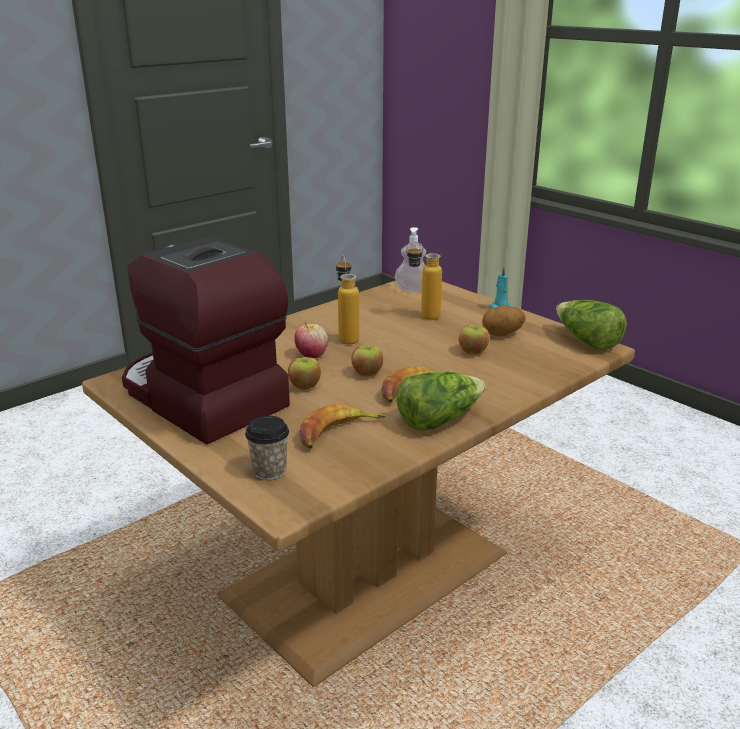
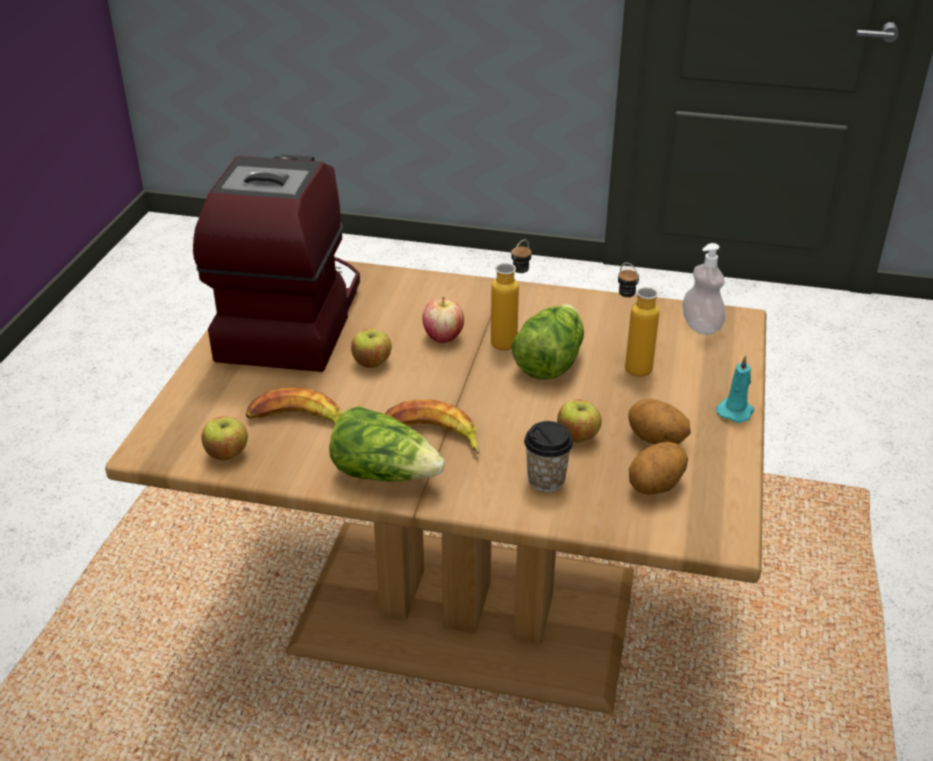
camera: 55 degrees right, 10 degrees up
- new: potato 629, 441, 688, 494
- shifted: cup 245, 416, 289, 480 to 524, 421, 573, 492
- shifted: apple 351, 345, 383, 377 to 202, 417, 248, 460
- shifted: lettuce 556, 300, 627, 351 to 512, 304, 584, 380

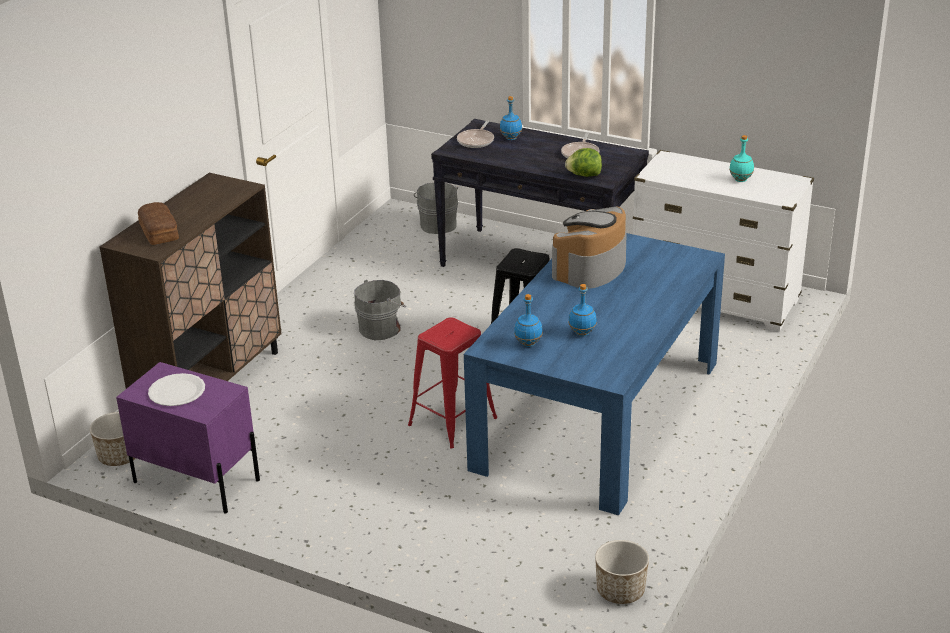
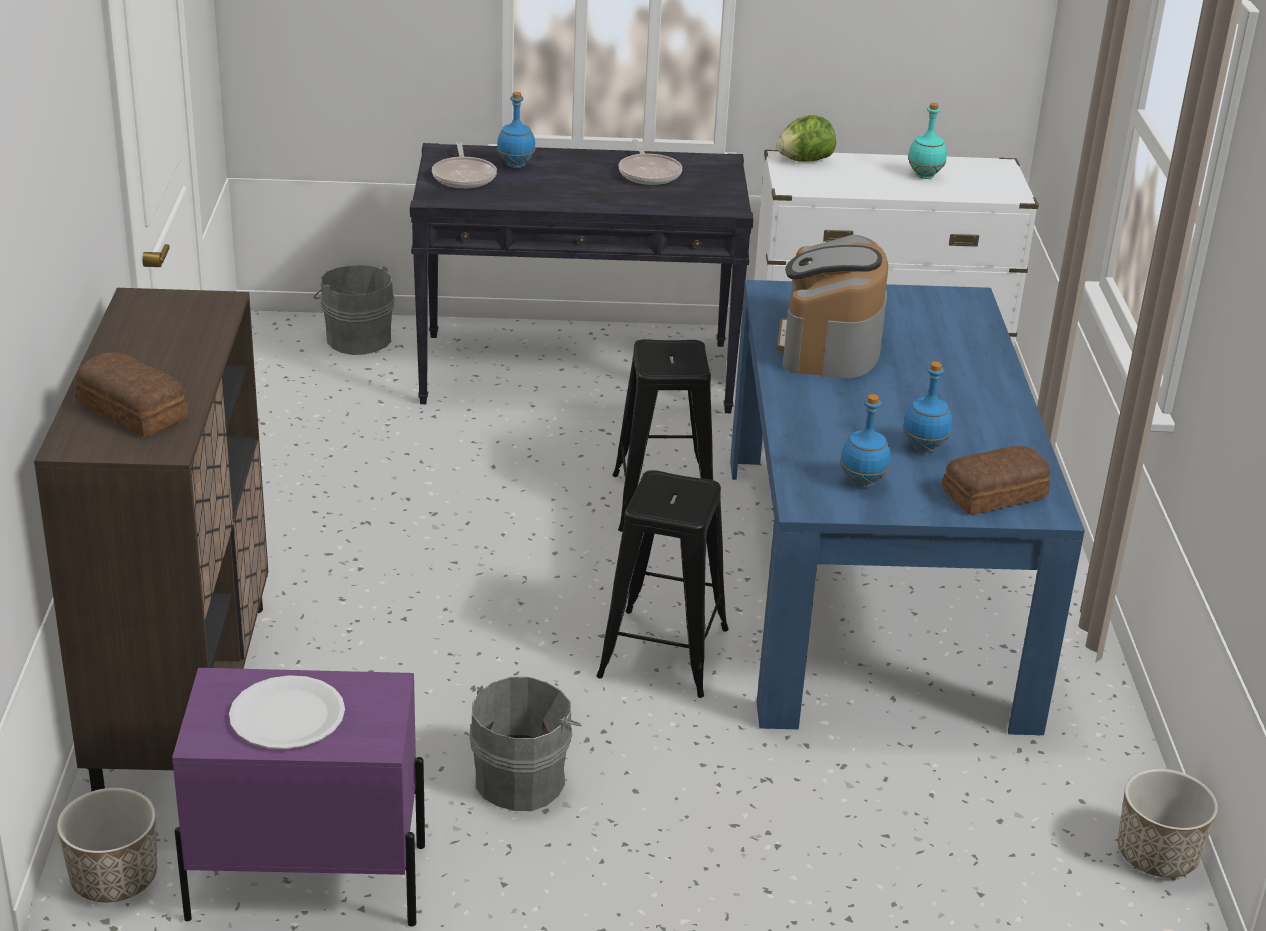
camera: 30 degrees left, 0 degrees up
- new: bread 942, 446, 1050, 515
- shifted: grey bucket 354, 280, 406, 340 to 470, 677, 581, 811
- shifted: lettuce 565, 148, 602, 177 to 777, 115, 836, 162
- repainted: red stool 408, 317, 497, 448 to black stool 596, 470, 729, 698

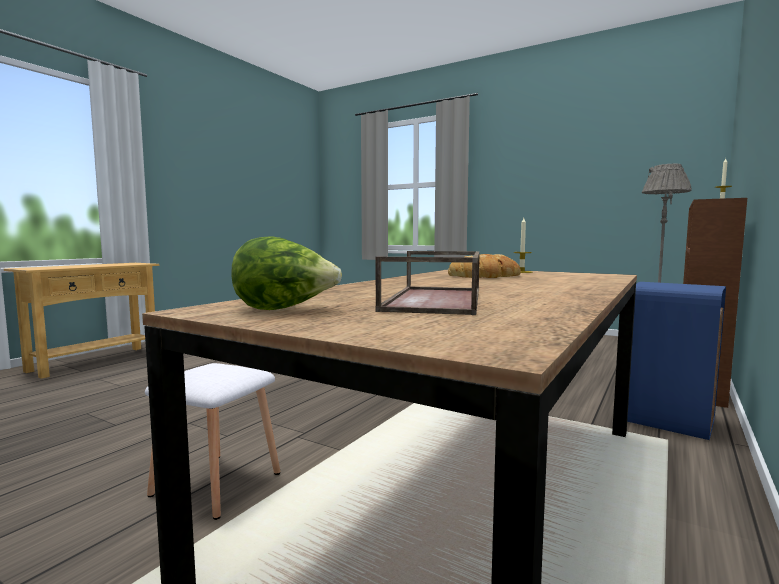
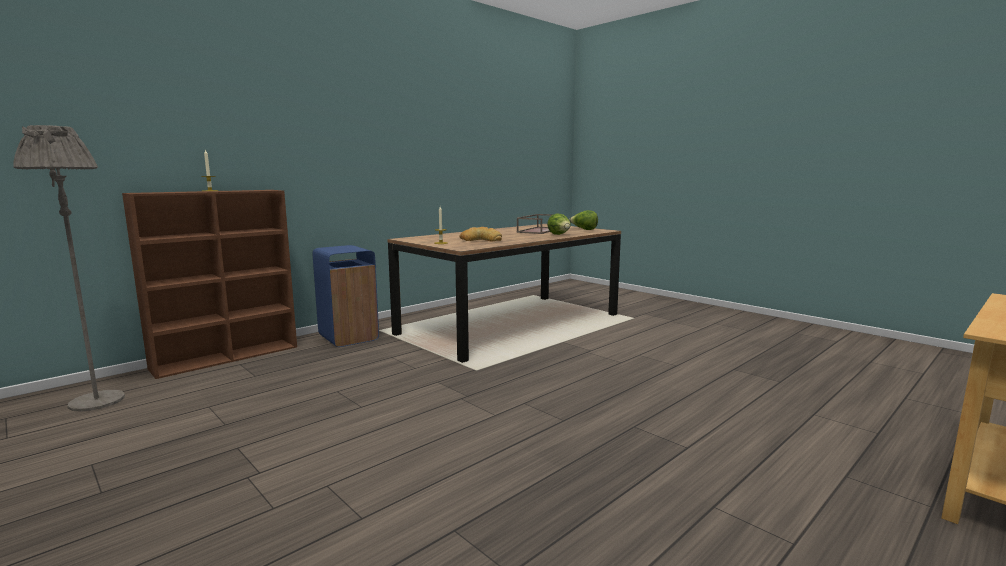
camera: 165 degrees left, 5 degrees up
- gone: white stool 145, 363, 280, 520
- new: lettuce 547, 214, 571, 235

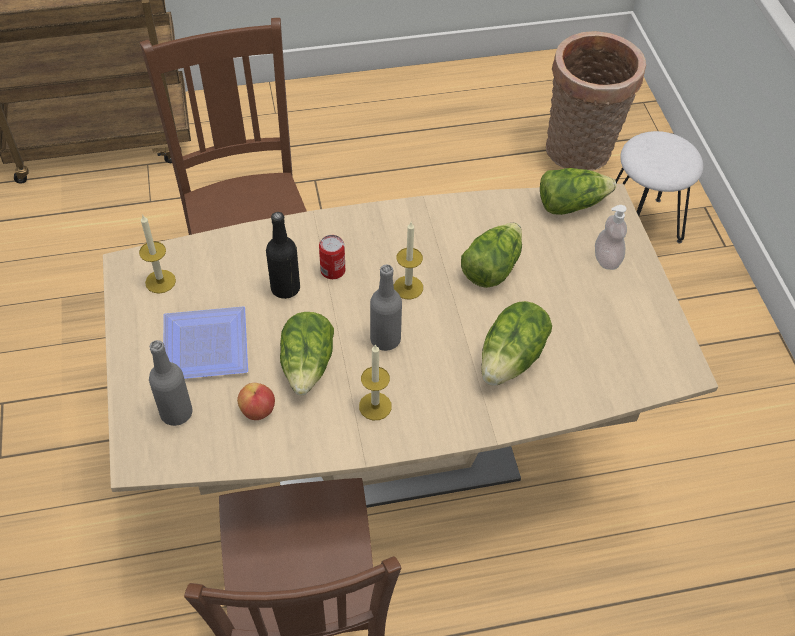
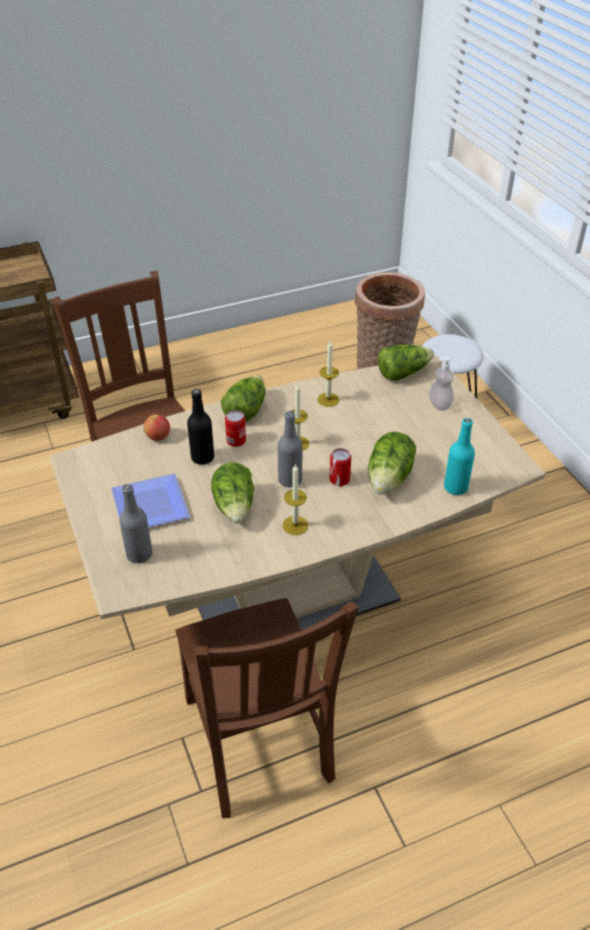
camera: 10 degrees left, 10 degrees down
- new: can 330, 448, 351, 486
- new: turquoise bottle 444, 418, 475, 495
- shifted: candle 139, 215, 176, 294 to 317, 341, 339, 407
- shifted: apple 237, 383, 275, 420 to 144, 414, 170, 441
- shifted: lettuce 461, 223, 522, 288 to 221, 375, 265, 422

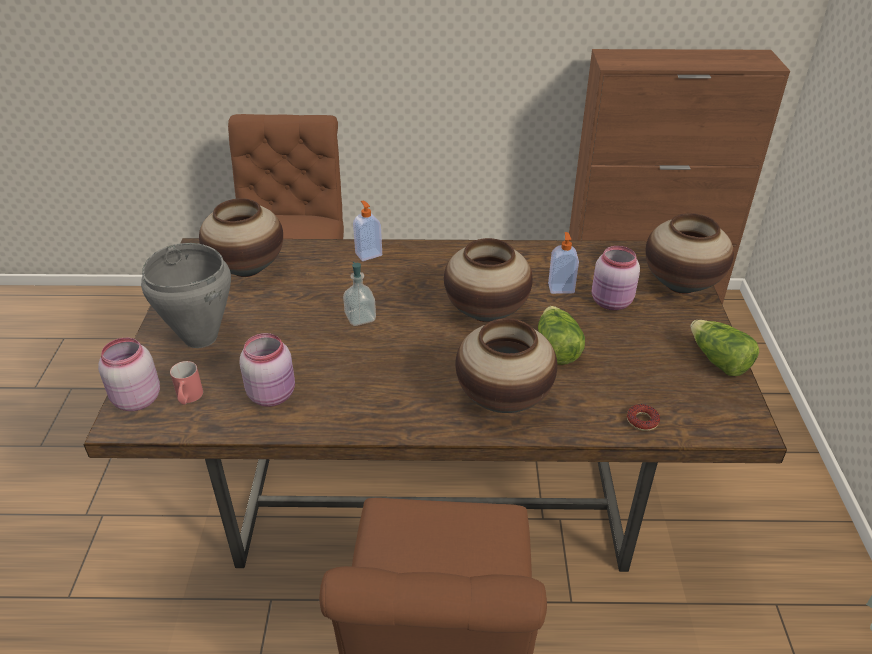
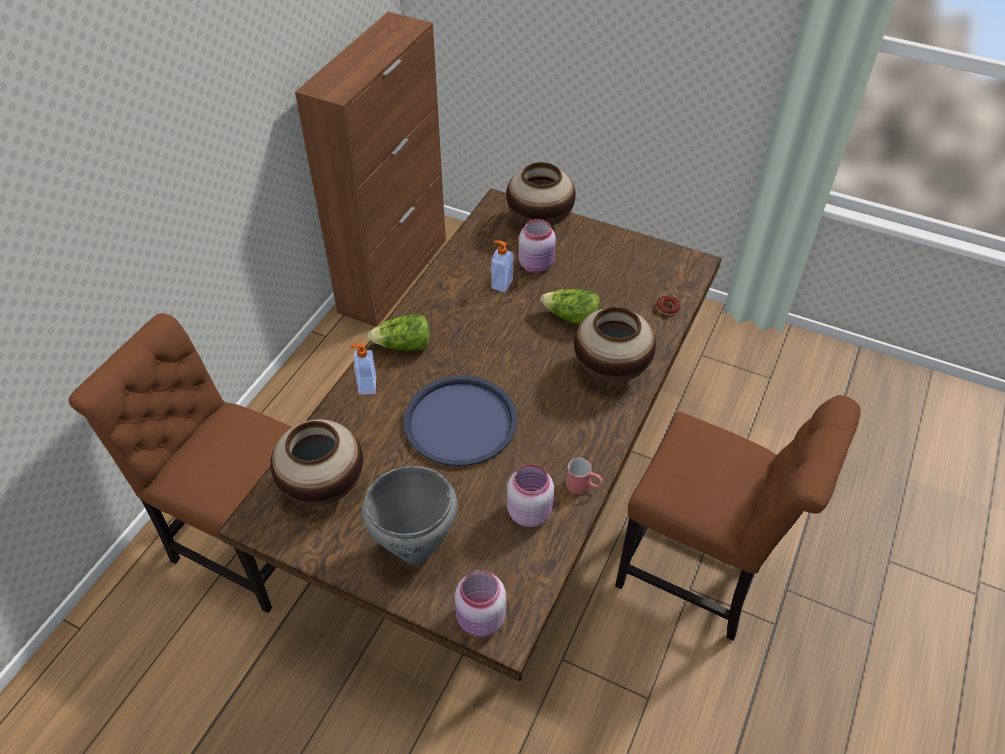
camera: 65 degrees left, 10 degrees up
- gone: vase 444, 238, 533, 322
- shifted: red mug 170, 361, 203, 405 to 566, 458, 603, 494
- shifted: lettuce 690, 320, 759, 376 to 367, 314, 430, 351
- swapped: soap dispenser 343, 262, 376, 326 to blue tray 404, 376, 517, 466

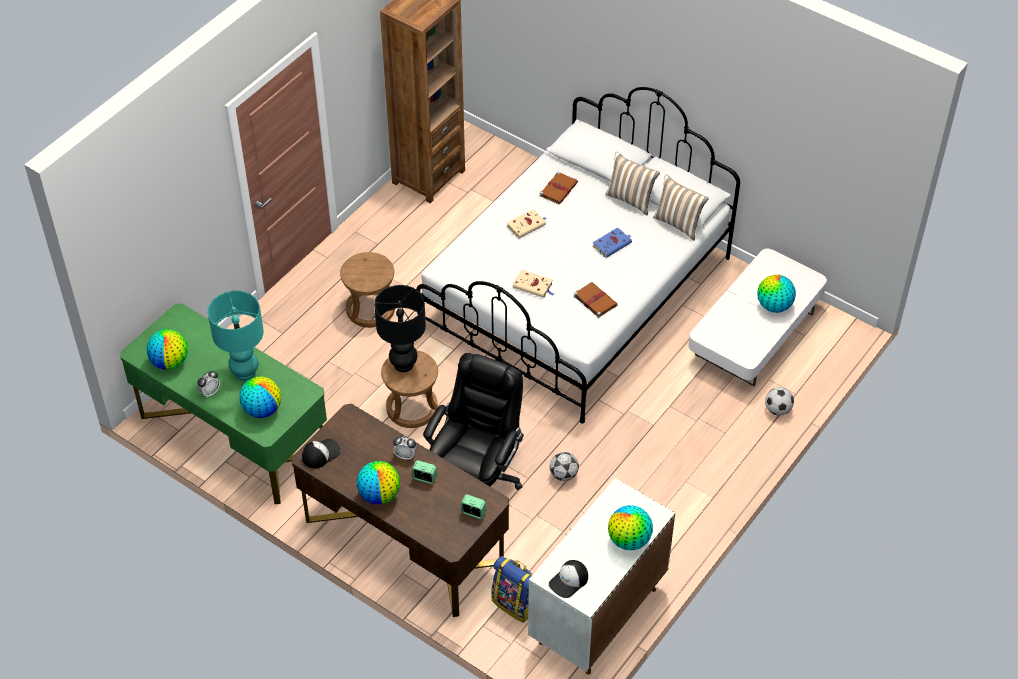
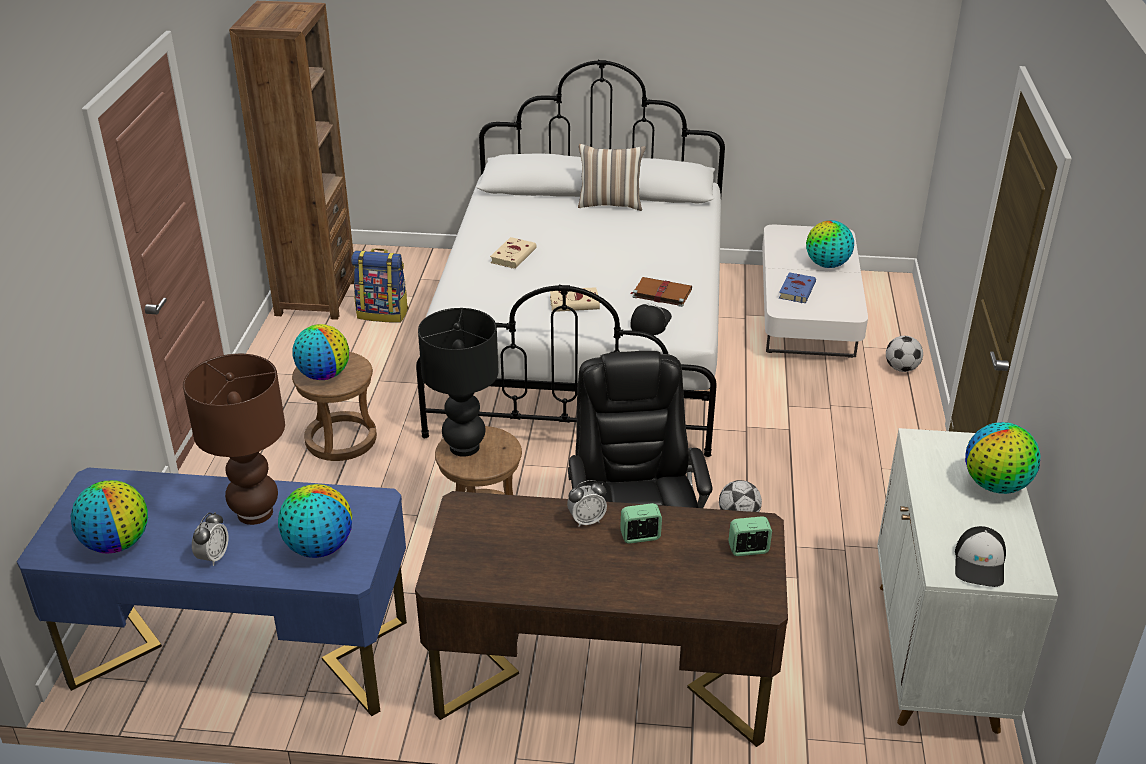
camera: 30 degrees left, 15 degrees down
- gone: brown book 540, 172, 578, 204
- gone: pillow 653, 175, 709, 241
- shifted: cap 302, 439, 341, 468 to 630, 303, 672, 335
- shifted: globe 357, 461, 400, 504 to 292, 324, 349, 380
- shifted: backpack 491, 556, 533, 623 to 351, 248, 409, 323
- shifted: blue book 593, 227, 632, 258 to 779, 272, 816, 303
- repainted: green desk 120, 303, 327, 504 to blue desk 17, 467, 407, 716
- repainted: turquoise table lamp 208, 291, 264, 381 to brown table lamp 183, 354, 285, 525

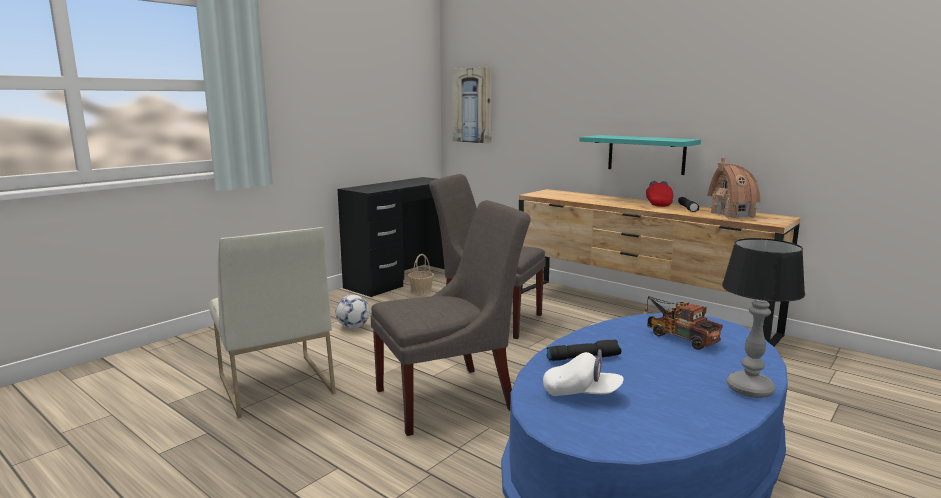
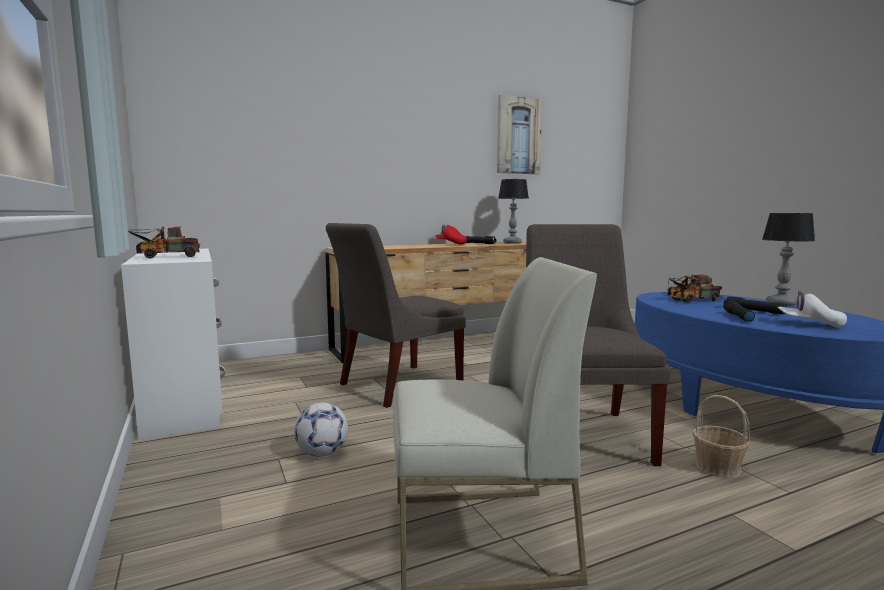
camera: 65 degrees left, 5 degrees down
- gone: turquoise shelf 579, 135, 701, 175
- new: toy truck 128, 226, 201, 259
- new: black flashlight 724, 296, 787, 314
- shifted: basket 408, 254, 434, 295 to 692, 395, 750, 478
- shifted: picture 452, 67, 492, 144 to 497, 95, 542, 174
- swapped: toy house 707, 158, 761, 219 to table lamp 498, 179, 529, 244
- repainted: black desk 338, 177, 445, 297 to white desk 121, 249, 225, 440
- rotated: white cap 543, 349, 624, 396 = 778, 290, 847, 328 105 degrees counterclockwise

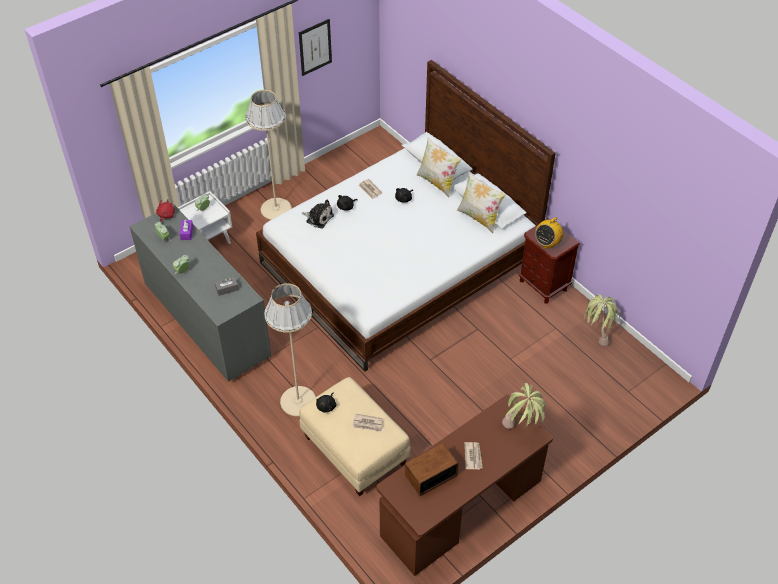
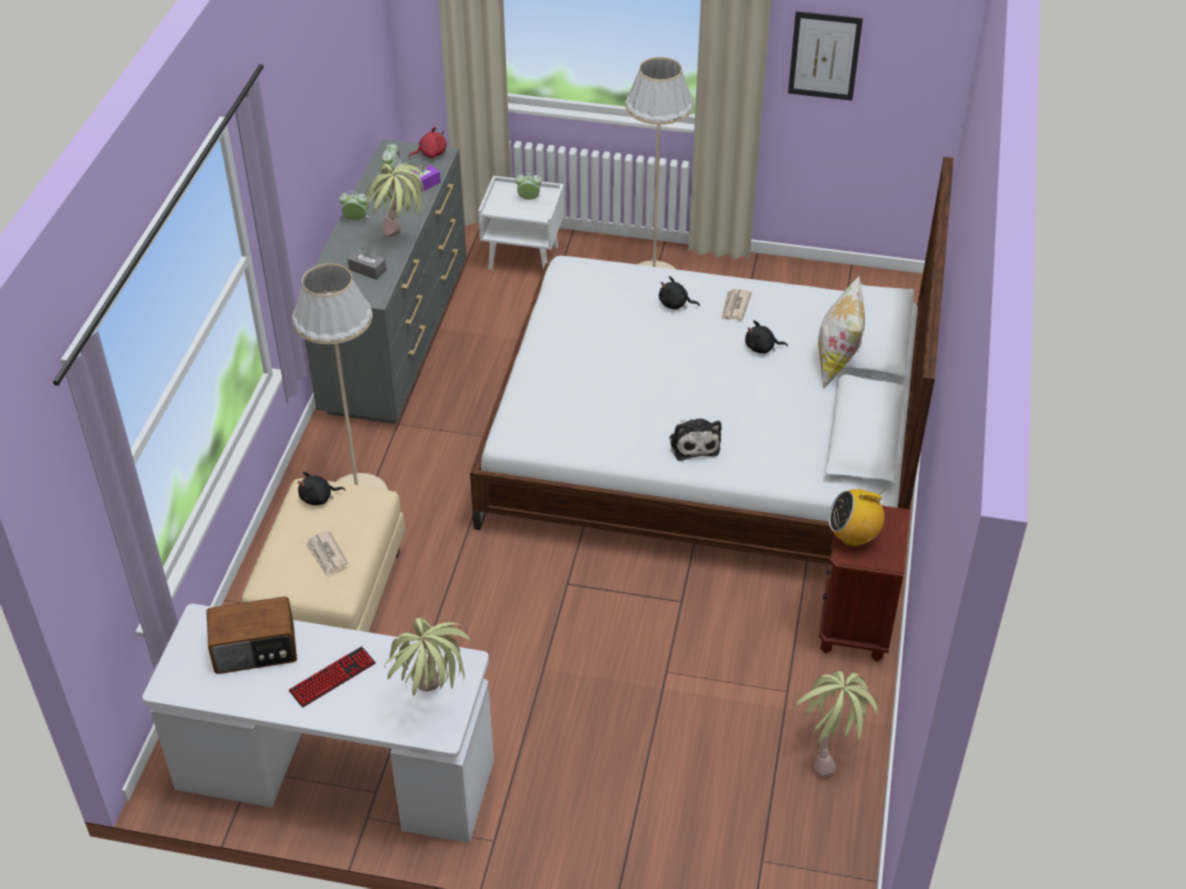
camera: 50 degrees right, 5 degrees down
- gone: pillow 457, 172, 506, 233
- new: potted plant 365, 164, 427, 237
- shifted: plush toy 302, 200, 334, 228 to 670, 419, 722, 461
- swapped: newspaper 464, 442, 483, 470 to keyboard 288, 646, 376, 708
- repainted: brown desk 376, 395, 553, 576 to white desk 142, 604, 494, 843
- rotated: radio 405, 443, 459, 496 = 206, 597, 297, 674 150 degrees clockwise

